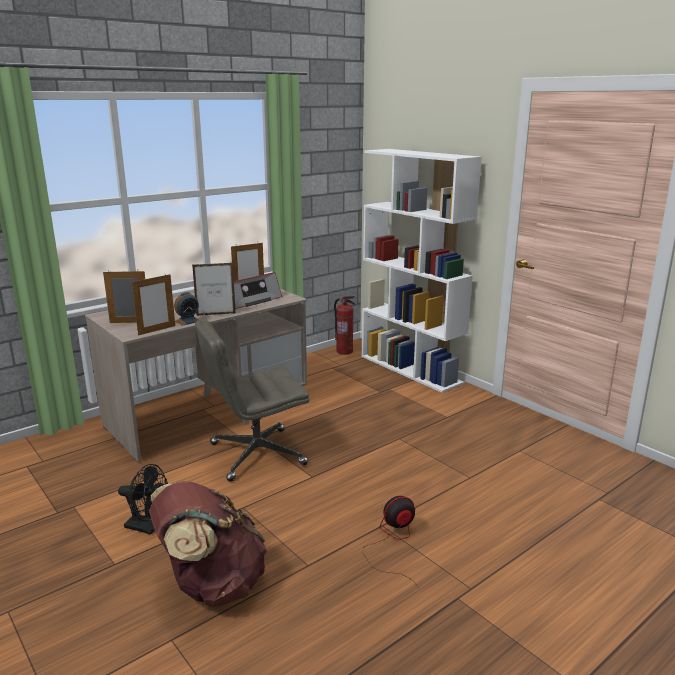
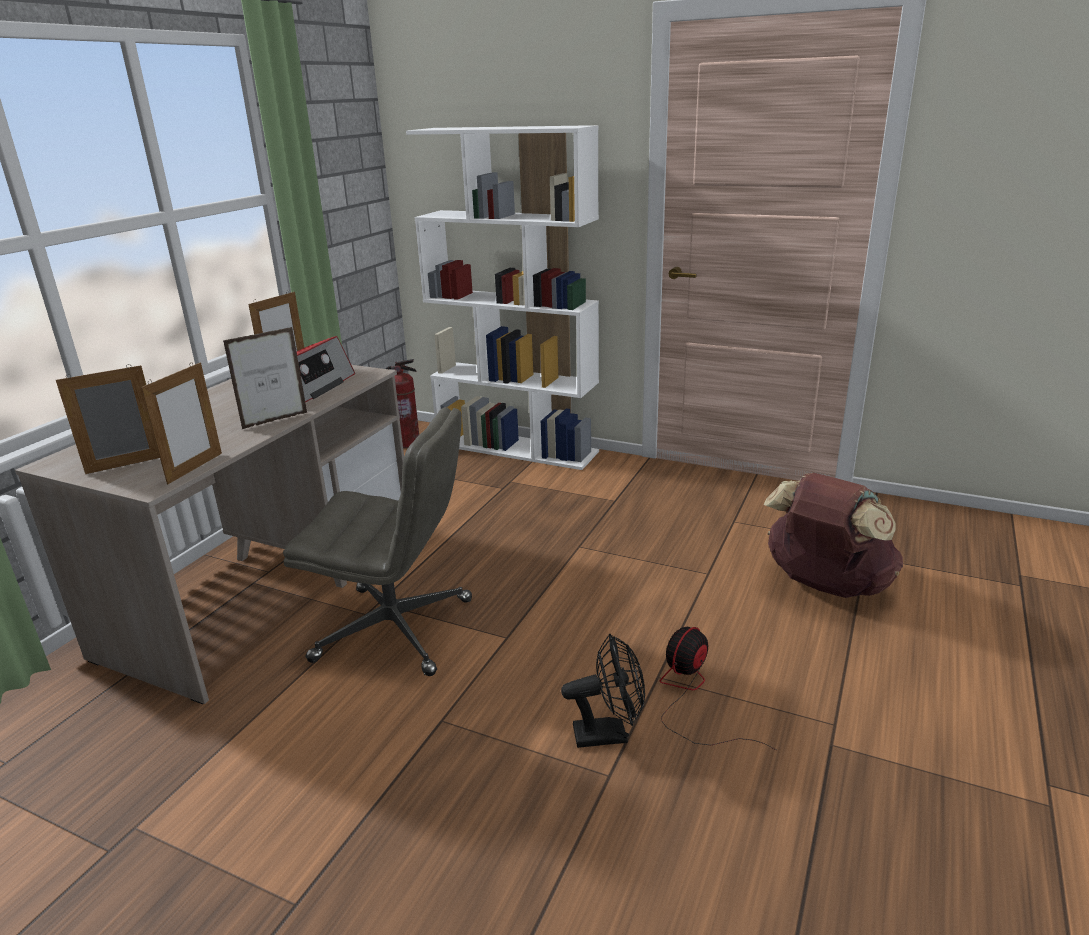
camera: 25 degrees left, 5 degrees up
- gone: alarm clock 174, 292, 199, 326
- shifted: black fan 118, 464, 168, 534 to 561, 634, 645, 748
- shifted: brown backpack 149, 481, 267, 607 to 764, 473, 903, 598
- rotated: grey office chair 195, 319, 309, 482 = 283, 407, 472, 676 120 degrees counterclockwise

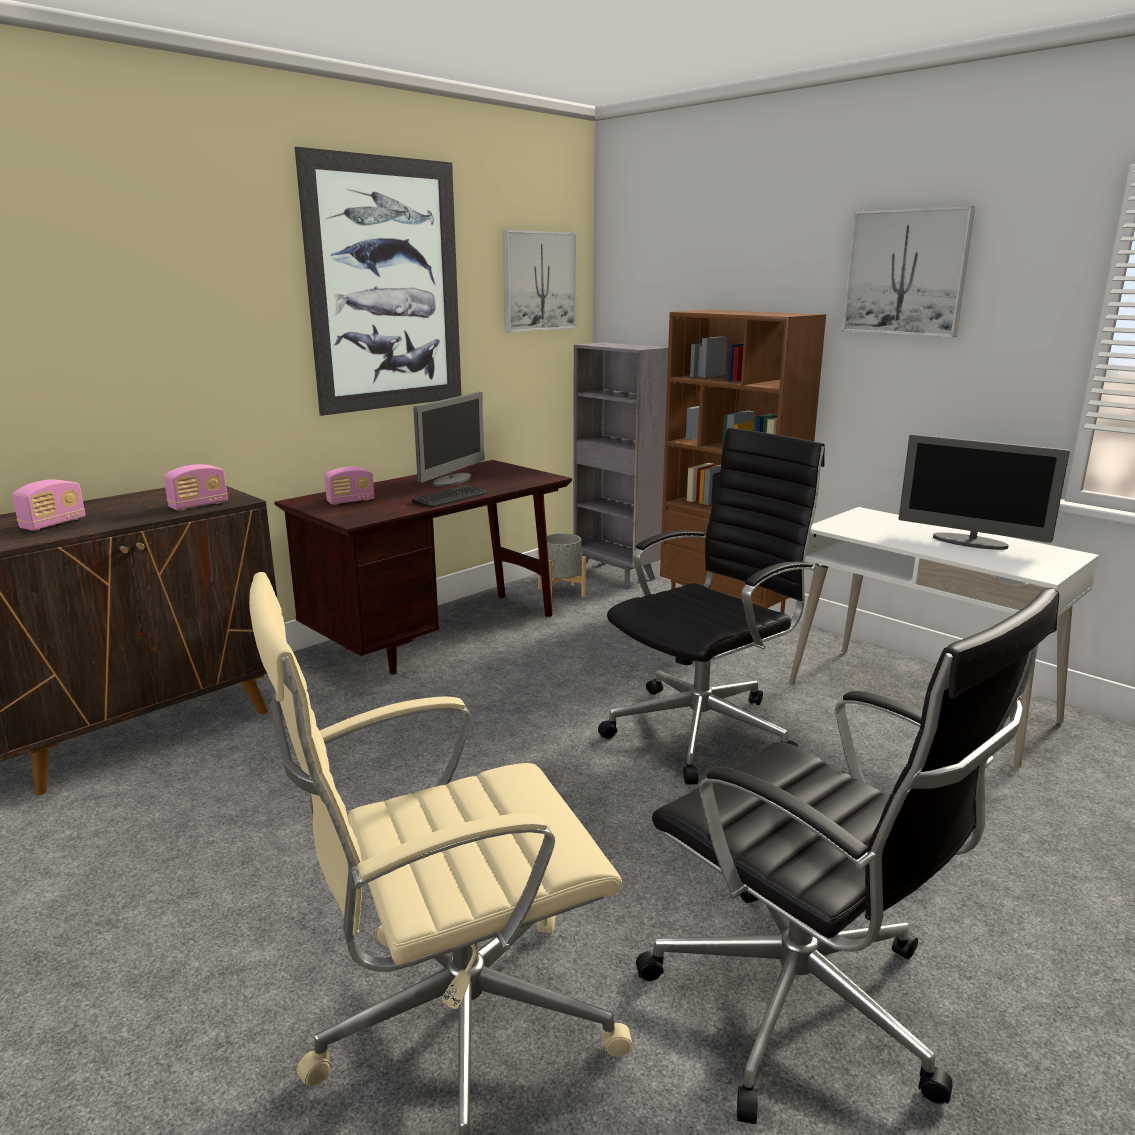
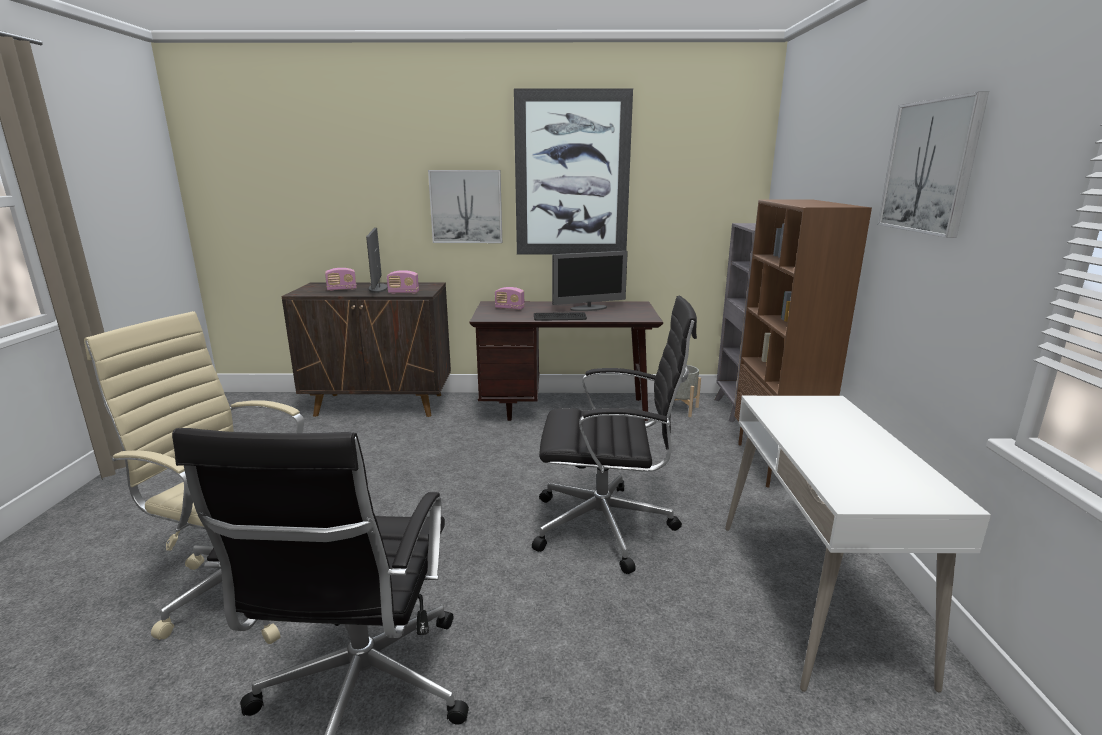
camera: 45 degrees right, 0 degrees up
- shifted: picture 502, 230, 577, 333 to 428, 170, 502, 243
- shifted: monitor 899, 434, 1070, 550 to 366, 228, 388, 293

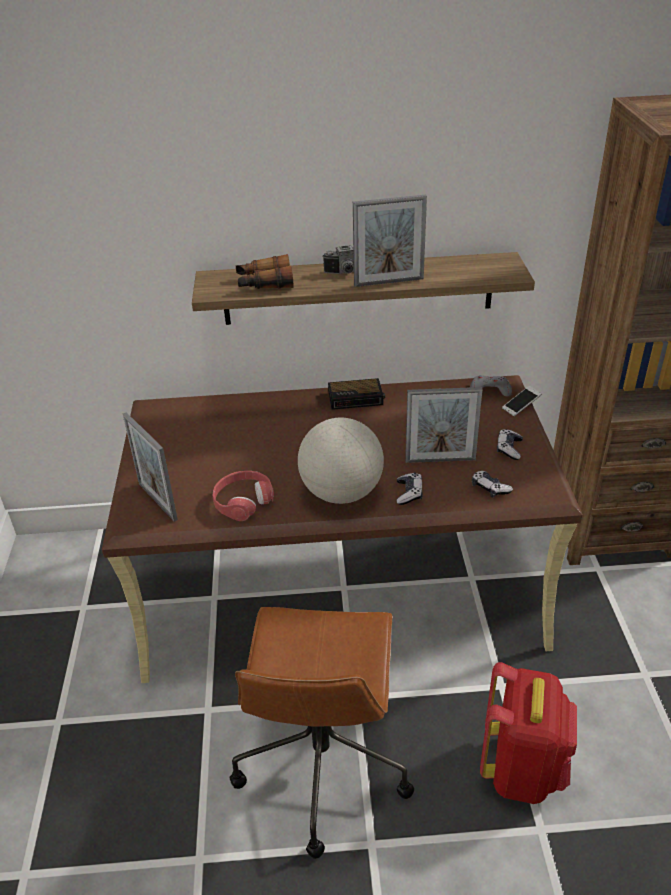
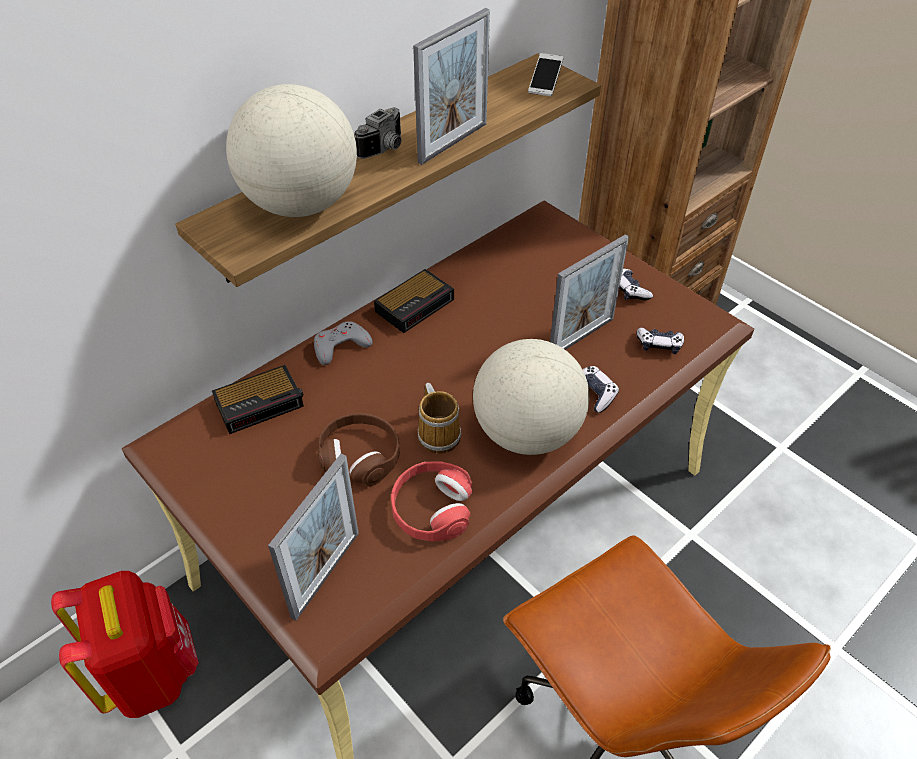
camera: 40 degrees left, 10 degrees up
- new: alarm clock 212, 365, 304, 434
- new: brown headphones 318, 413, 400, 487
- new: mug 418, 383, 461, 454
- shifted: grey game controller 470, 375, 512, 396 to 314, 321, 373, 365
- shifted: red backpack 480, 662, 577, 804 to 51, 571, 199, 718
- shifted: phone 502, 386, 542, 416 to 528, 53, 563, 96
- swapped: binoculars 236, 254, 293, 289 to globe 226, 84, 357, 217
- rotated: picture frame 123, 412, 178, 522 = 268, 453, 359, 621 75 degrees counterclockwise

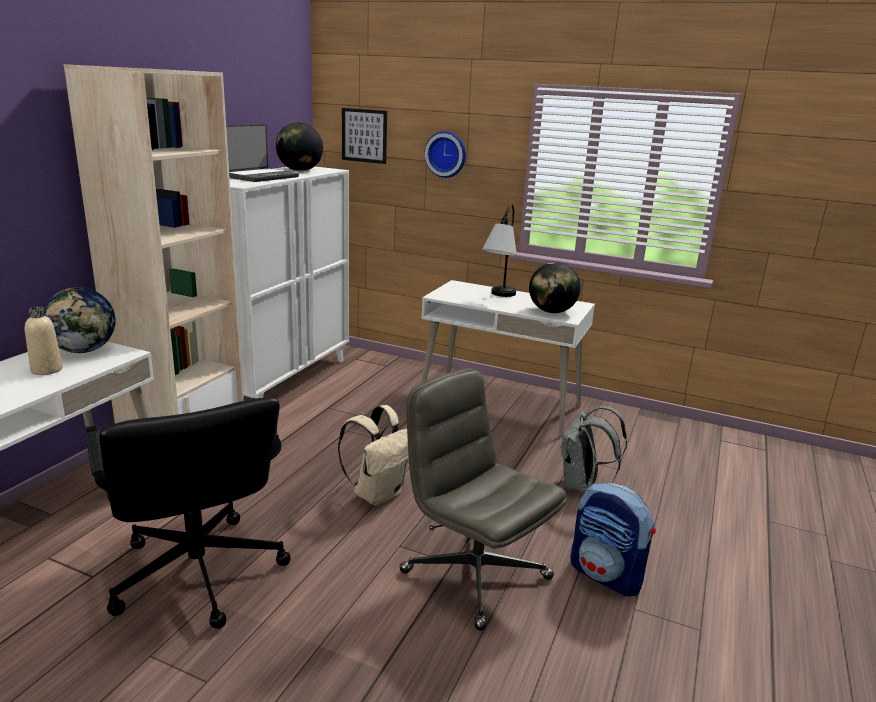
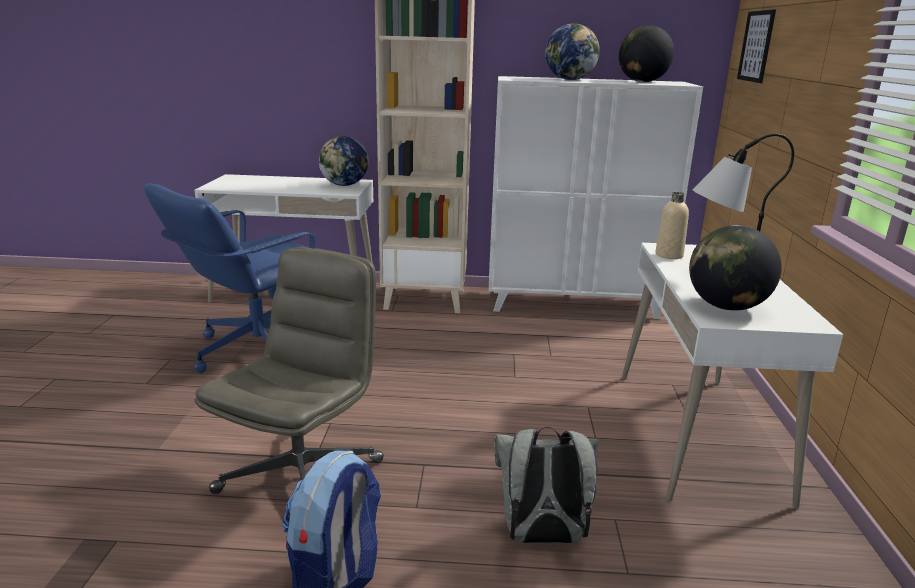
camera: 70 degrees right, 0 degrees up
- gone: beige backpack 338, 405, 409, 506
- gone: wall clock 424, 131, 466, 178
- shifted: beige bottle 25, 306, 63, 375 to 655, 192, 689, 259
- swapped: laptop 226, 124, 299, 182 to globe 545, 24, 600, 80
- repainted: black office chair 86, 398, 291, 629 to blue office chair 144, 184, 324, 373

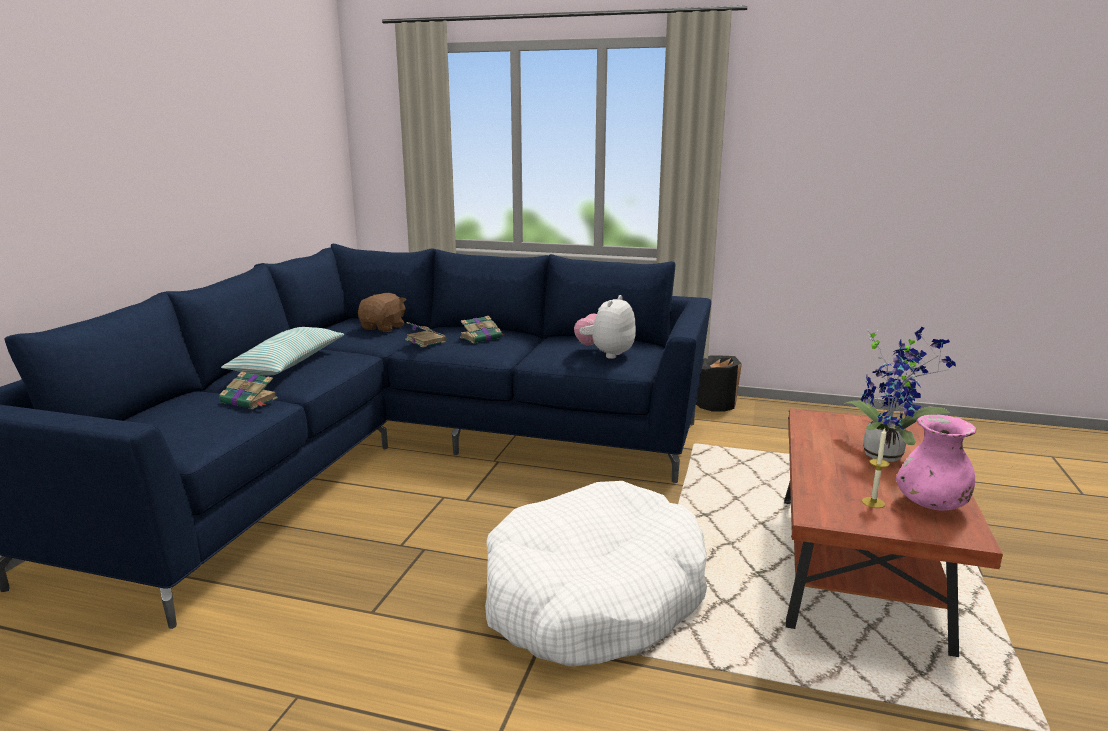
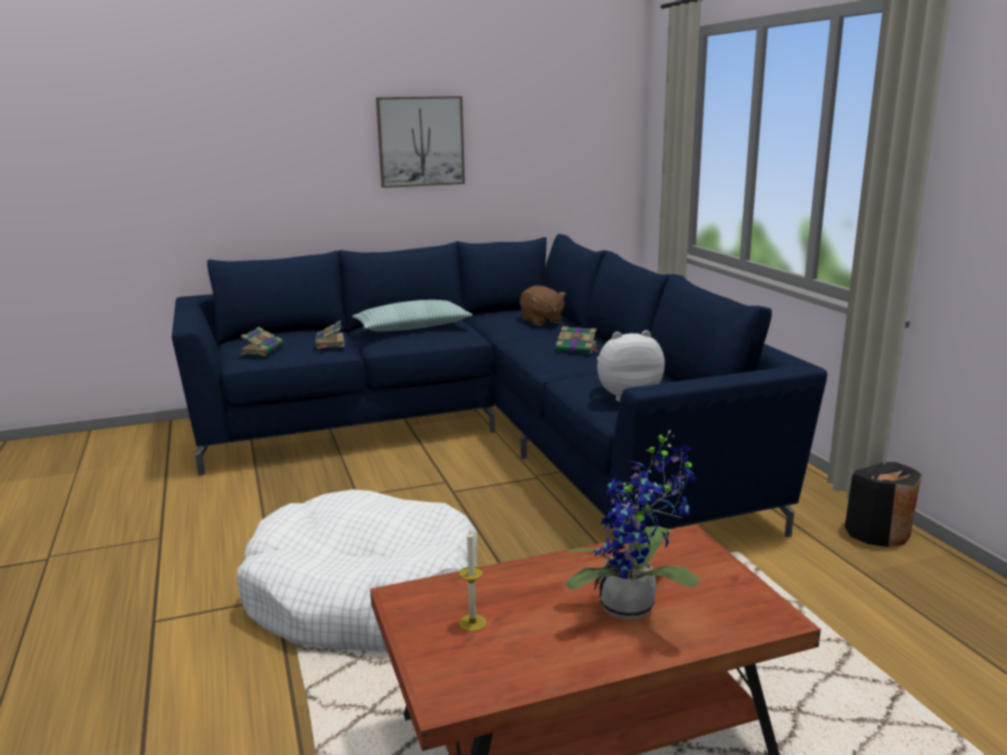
camera: 55 degrees right, 0 degrees up
- gone: pink vase 896, 415, 976, 511
- new: picture 376, 96, 465, 188
- shifted: book 405, 322, 447, 347 to 240, 327, 284, 356
- rotated: brown plush toy 358, 293, 406, 332 = 520, 285, 566, 326 75 degrees clockwise

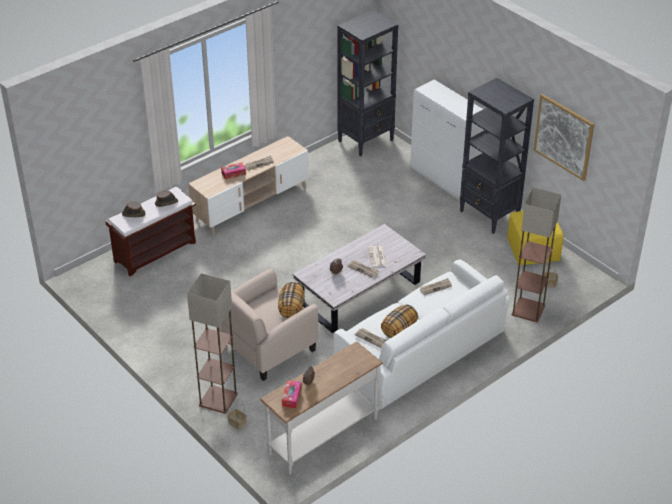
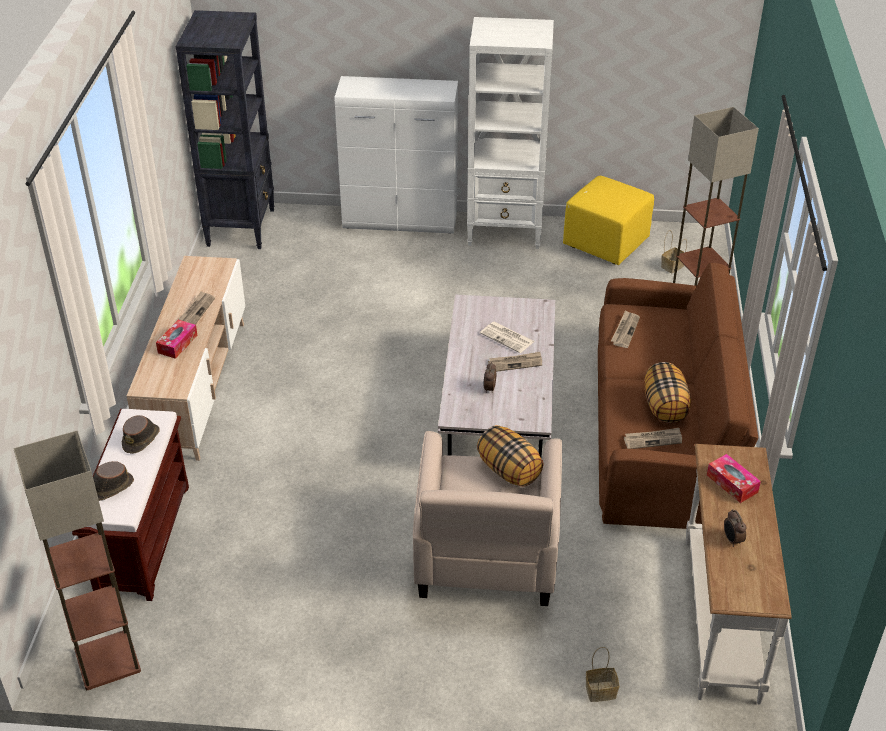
camera: 45 degrees left, 0 degrees up
- gone: picture 534, 94, 594, 181
- shifted: floor lamp 187, 273, 238, 414 to 13, 430, 141, 690
- shifted: tissue box 282, 380, 302, 408 to 707, 454, 761, 503
- repainted: white sofa 333, 259, 510, 409 to brown sofa 598, 263, 758, 529
- repainted: black bookcase 460, 78, 534, 234 to white bookcase 467, 17, 554, 249

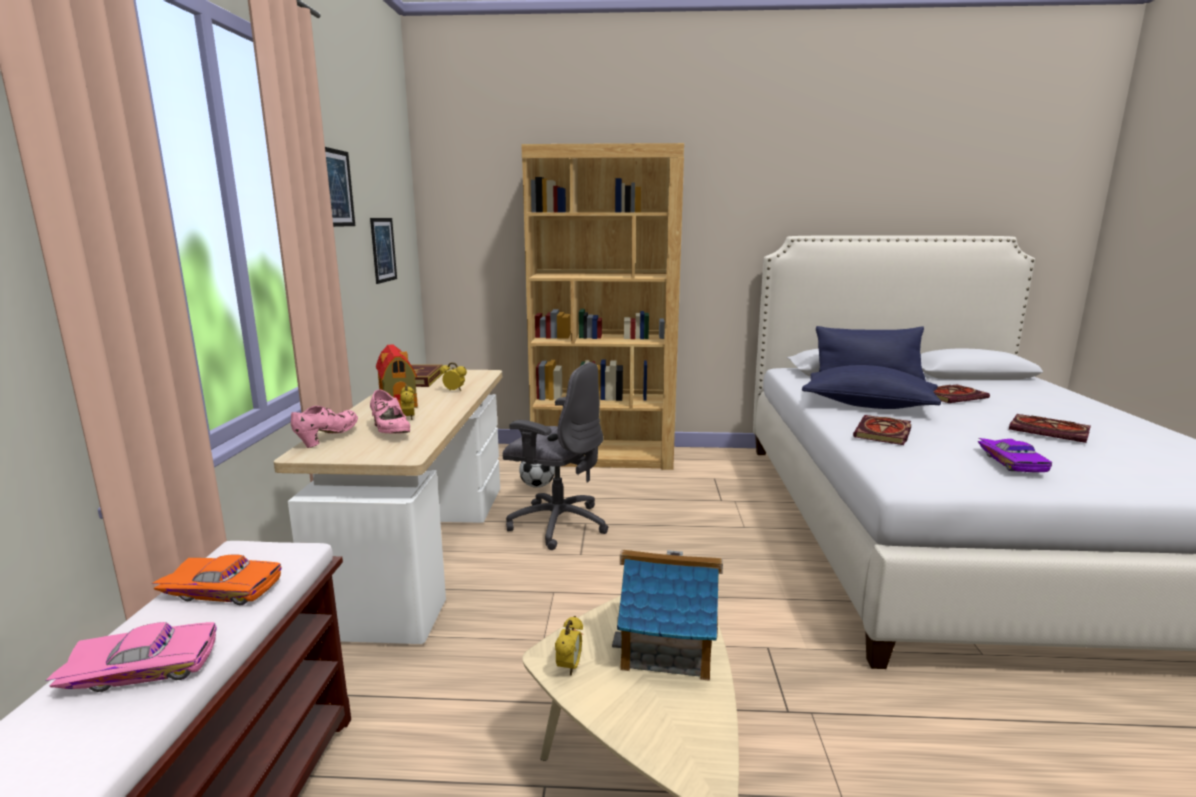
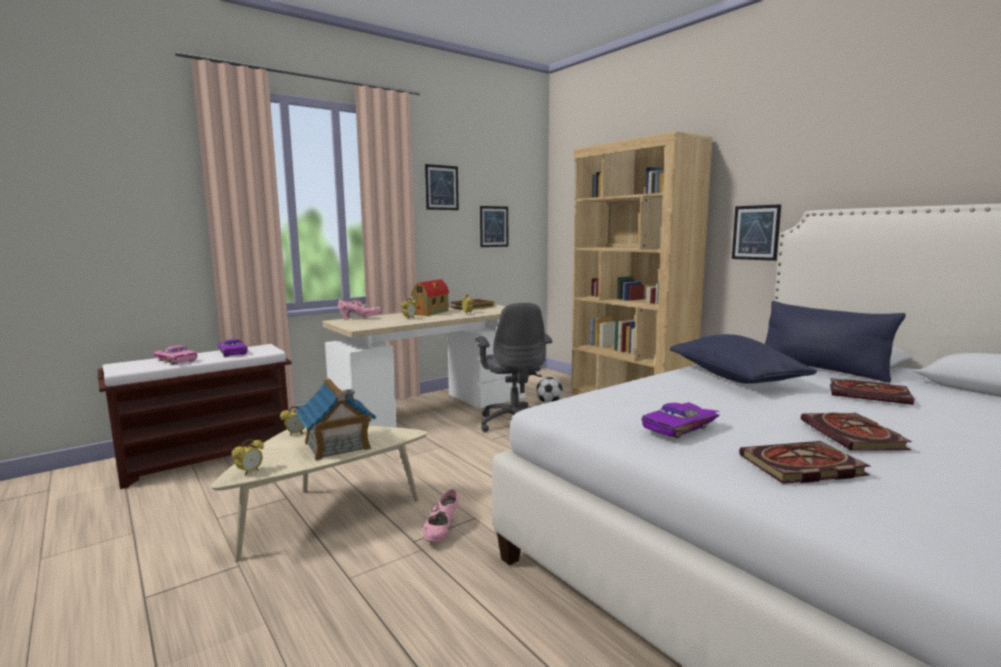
camera: 50 degrees right, 5 degrees down
- new: alarm clock 232, 439, 264, 476
- new: picture 732, 204, 781, 261
- shifted: pink shoe 370, 390, 410, 434 to 423, 489, 459, 543
- shifted: book 853, 415, 911, 445 to 739, 441, 871, 484
- repainted: orange toy car 152, 555, 282, 605 to purple toy car 218, 339, 248, 357

